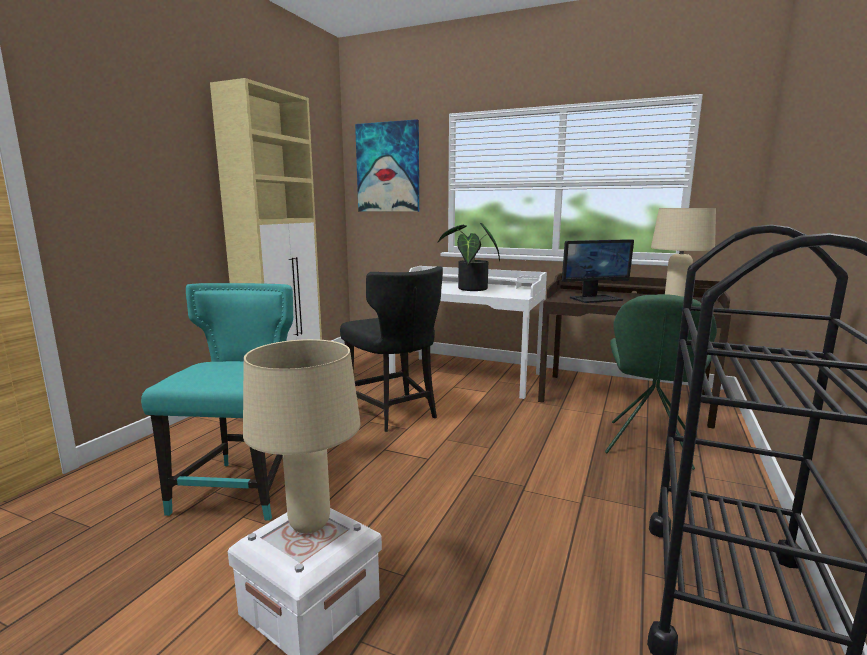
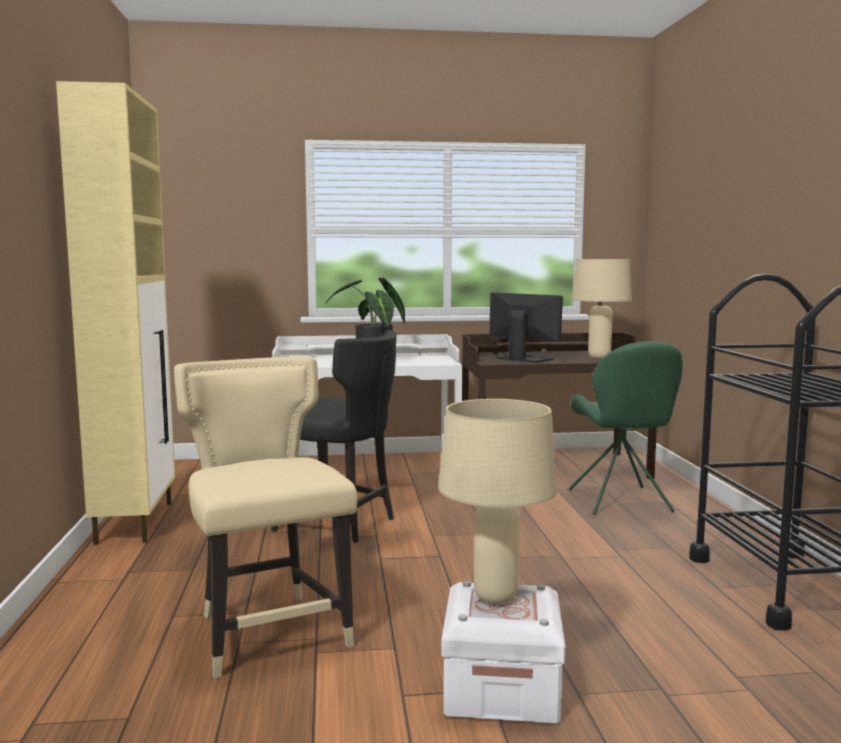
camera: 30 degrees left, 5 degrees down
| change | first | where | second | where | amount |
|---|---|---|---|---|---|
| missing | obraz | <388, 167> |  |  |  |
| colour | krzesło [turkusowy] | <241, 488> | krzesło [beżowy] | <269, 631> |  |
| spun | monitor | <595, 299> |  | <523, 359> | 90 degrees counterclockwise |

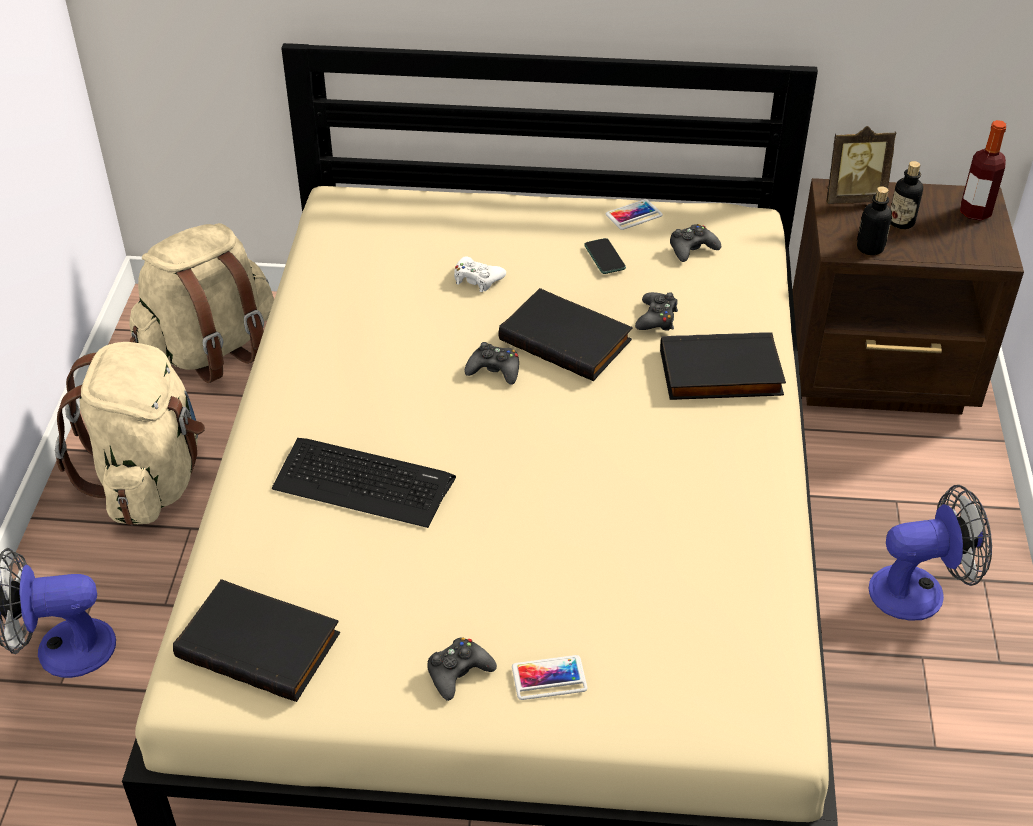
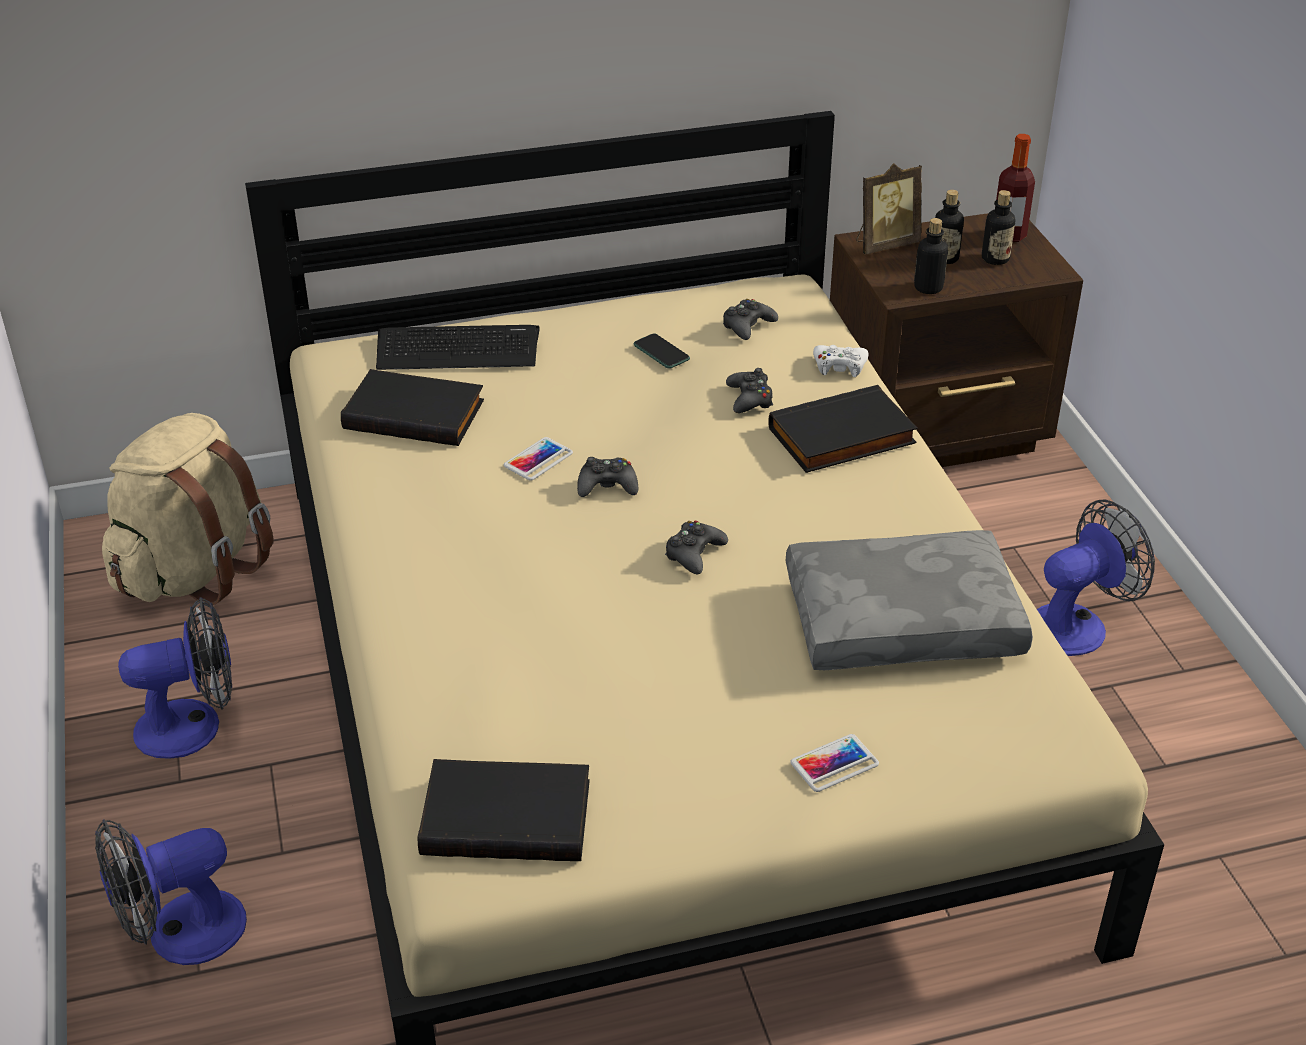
camera: 20 degrees left, 5 degrees down
| change | first | where | second | where | amount |
|---|---|---|---|---|---|
| appeared |  |  | poduszka [szary] | <903, 619> |  |
| appeared |  |  | butelka | <995, 258> |  |
| relocated | klawiatura | <363, 483> |  | <457, 349> |  |
| relocated | pad do gier [czarny] | <458, 672> |  | <694, 553> |  |
| relocated | pad do gier [biały] | <477, 279> |  | <839, 366> |  |
| relocated | książka [czarny] | <567, 339> |  | <416, 413> |  |
| relocated | telefon | <634, 215> |  | <538, 459> |  |
| exchanged | plecak [beżowy] | <149, 480> | wentylator | <193, 725> |  |

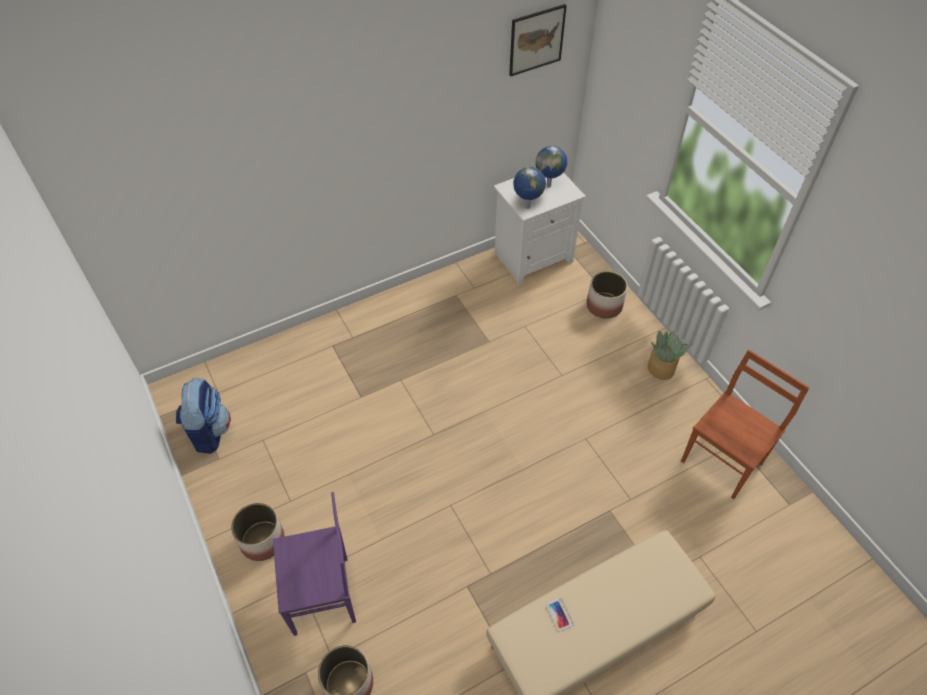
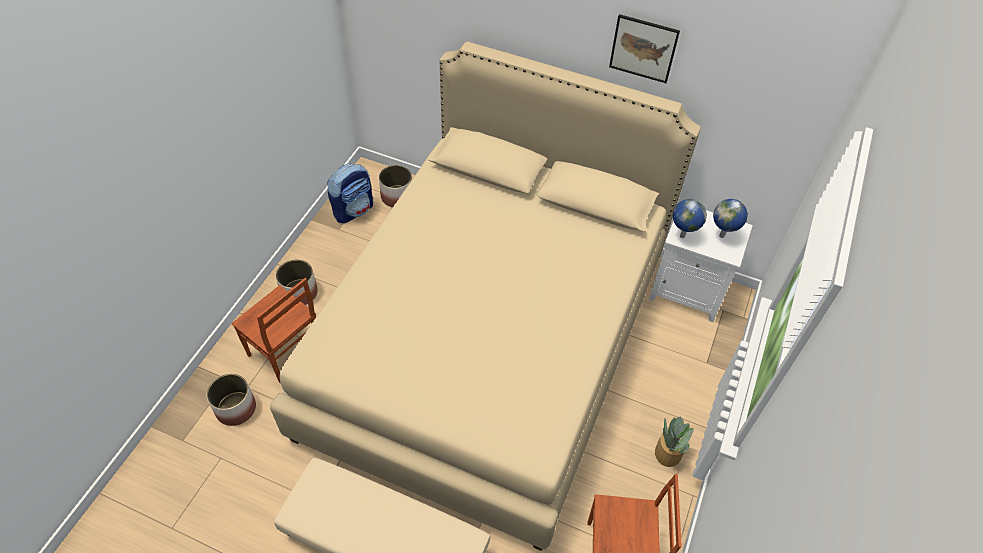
camera: 50 degrees right, 0 degrees up
| change | first | where | second | where | amount |
|---|---|---|---|---|---|
| missing | telefon | <560, 614> |  |  |  |
| appeared |  |  | łóżko [beżowy] | <488, 343> |  |
| relocated | obraz | <536, 40> |  | <643, 48> |  |
| relocated | donica | <604, 305> |  | <397, 197> |  |
| colour | krzesło [fioletowy] | <323, 596> | krzesło [brązowy] | <285, 353> |  |

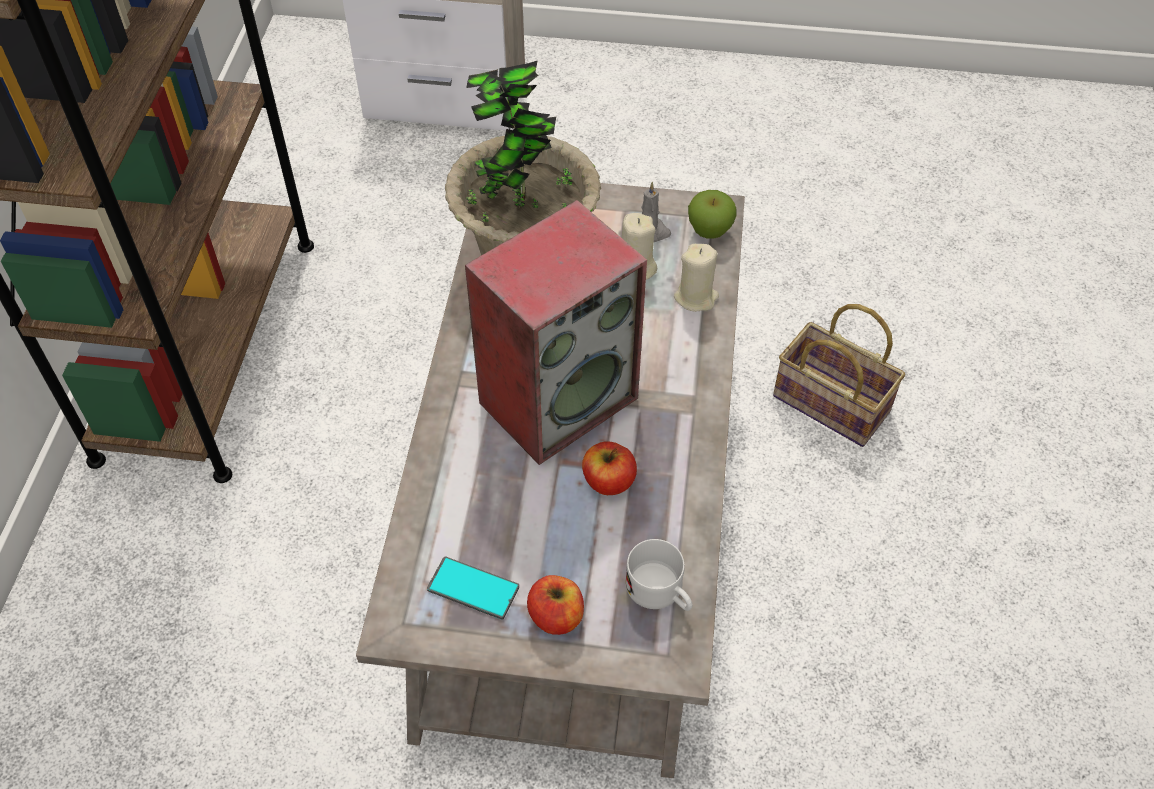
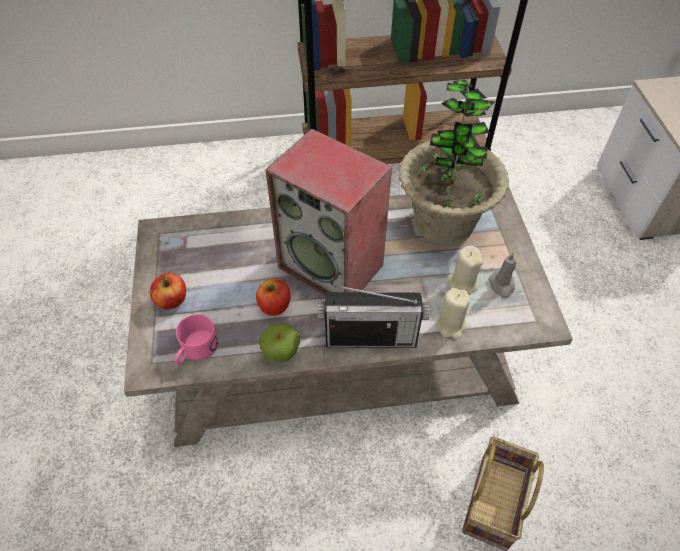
camera: 75 degrees right, 0 degrees up
| change | first | where | second | where | amount |
|---|---|---|---|---|---|
| missing | telefon | <473, 588> |  |  |  |
| appeared |  |  | radio | <370, 337> |  |
| relocated | jabłko | <709, 231> |  | <281, 353> |  |
| colour | kubek [biały] | <661, 593> | kubek [różowy] | <196, 350> |  |

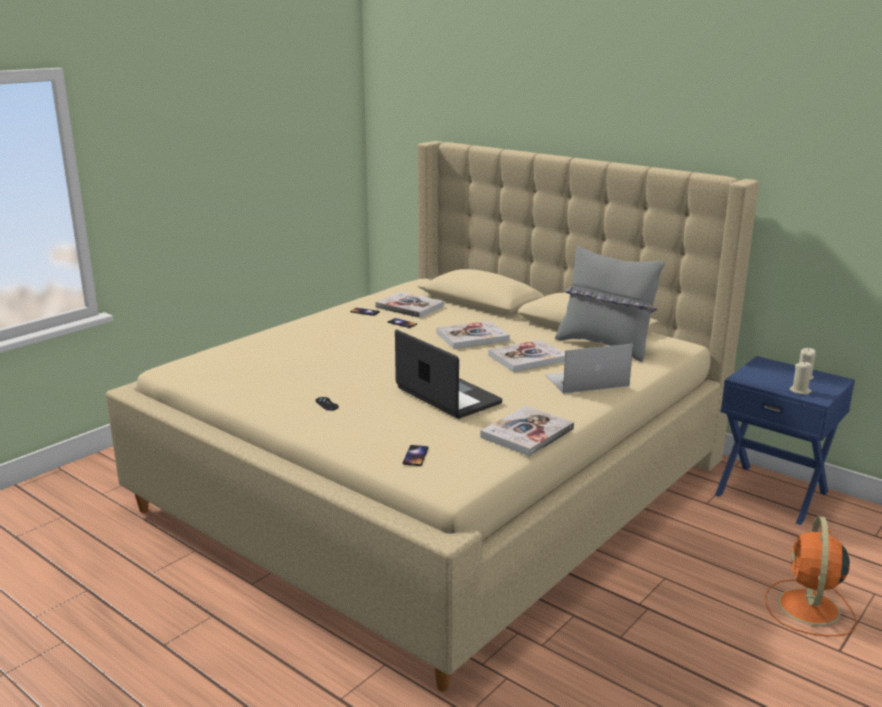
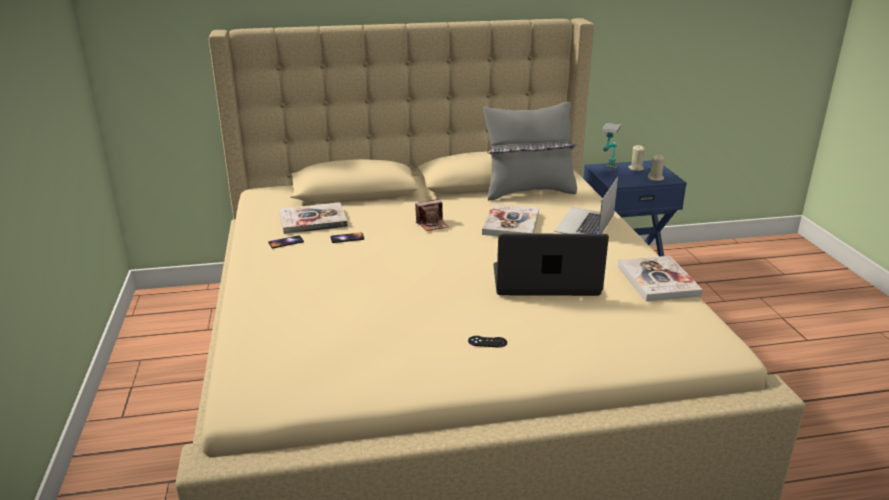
camera: 50 degrees left, 5 degrees up
| change | first | where | second | where | amount |
|---|---|---|---|---|---|
| missing | telefon | <415, 456> |  |  |  |
| missing | wentylator [pomarańczowy] | <809, 609> |  |  |  |
| appeared |  |  | lampa stołowa | <608, 172> |  |
| exchanged | książka | <472, 337> | aparat fotograficzny | <432, 224> |  |

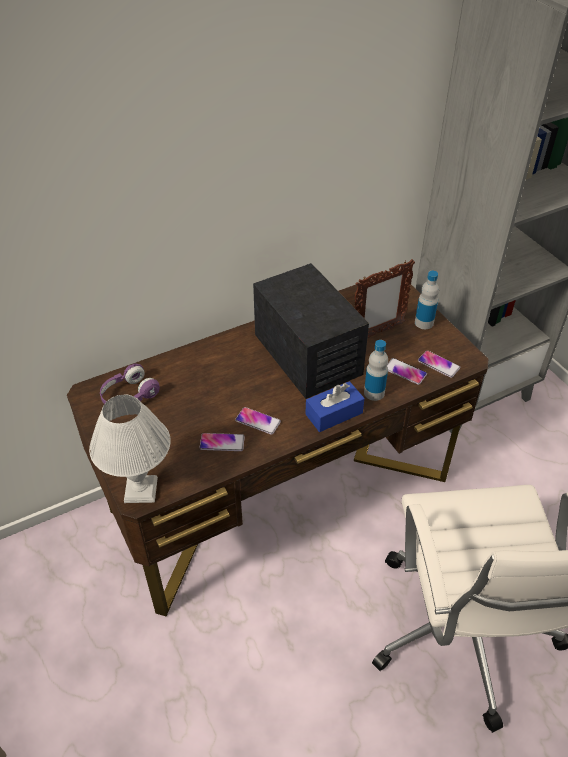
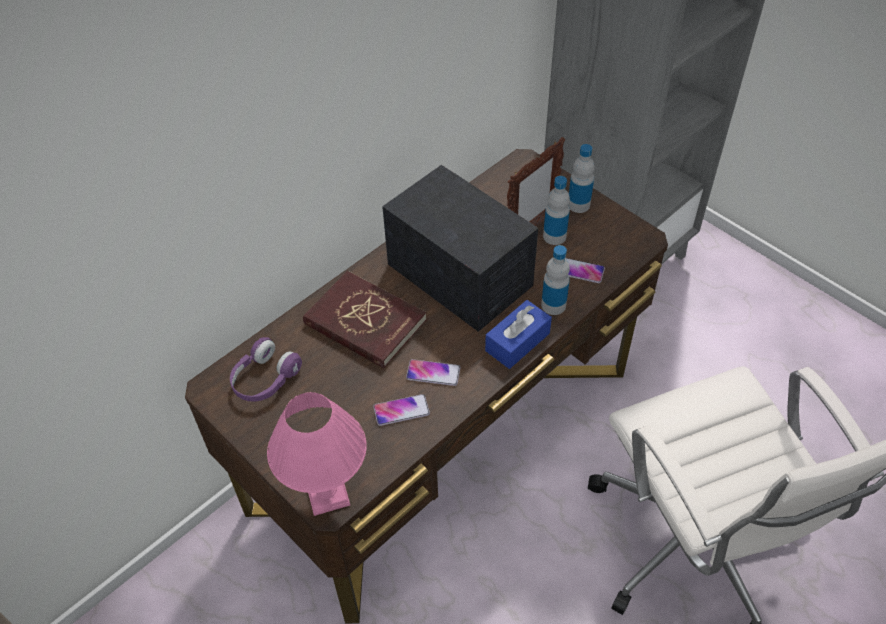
camera: 15 degrees left, 5 degrees up
| change | first | where | second | where | amount |
|---|---|---|---|---|---|
| missing | telefon | <438, 364> |  |  |  |
| appeared |  |  | książka [czerwony] | <365, 323> |  |
| appeared |  |  | butelka | <554, 236> |  |
| colour | lampa stołowa [biały] | <142, 489> | lampa stołowa [różowy] | <329, 493> |  |

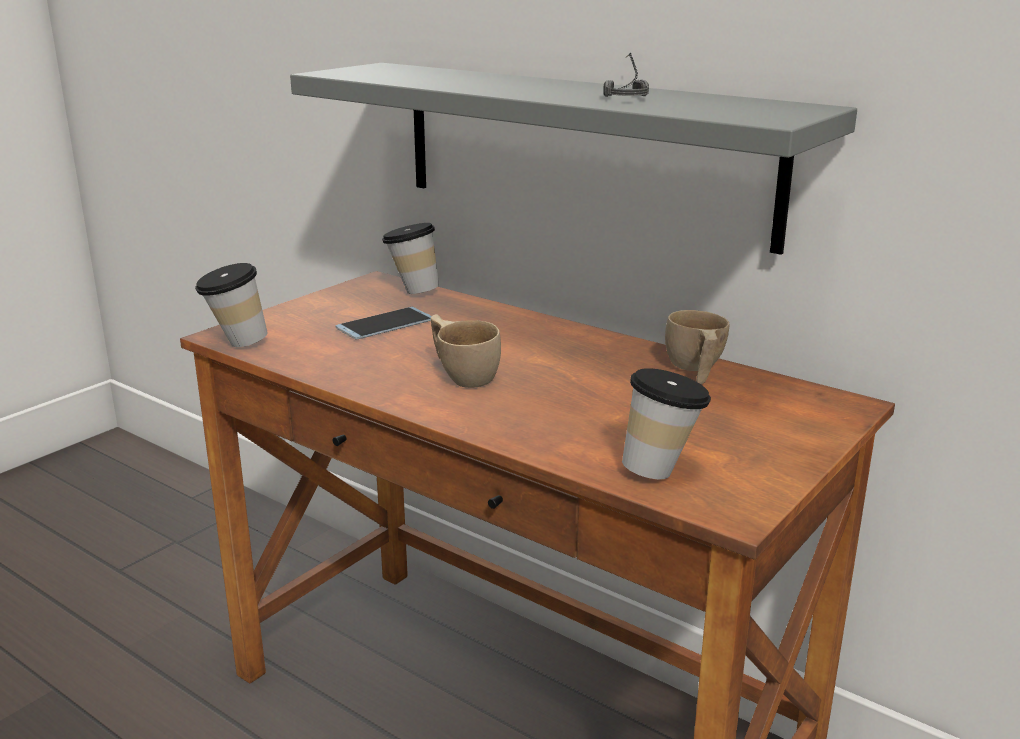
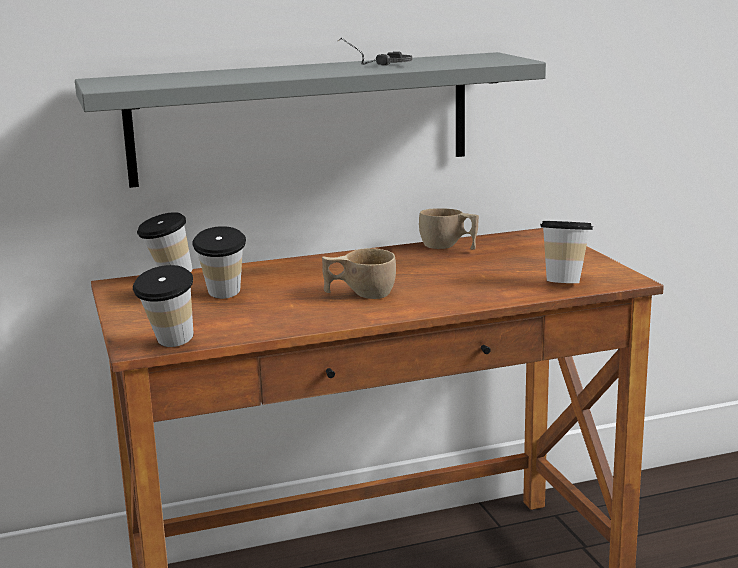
camera: 55 degrees left, 5 degrees down
| change | first | where | second | where | amount |
|---|---|---|---|---|---|
| exchanged | telefon | <385, 324> | filiżanka | <223, 297> |  |

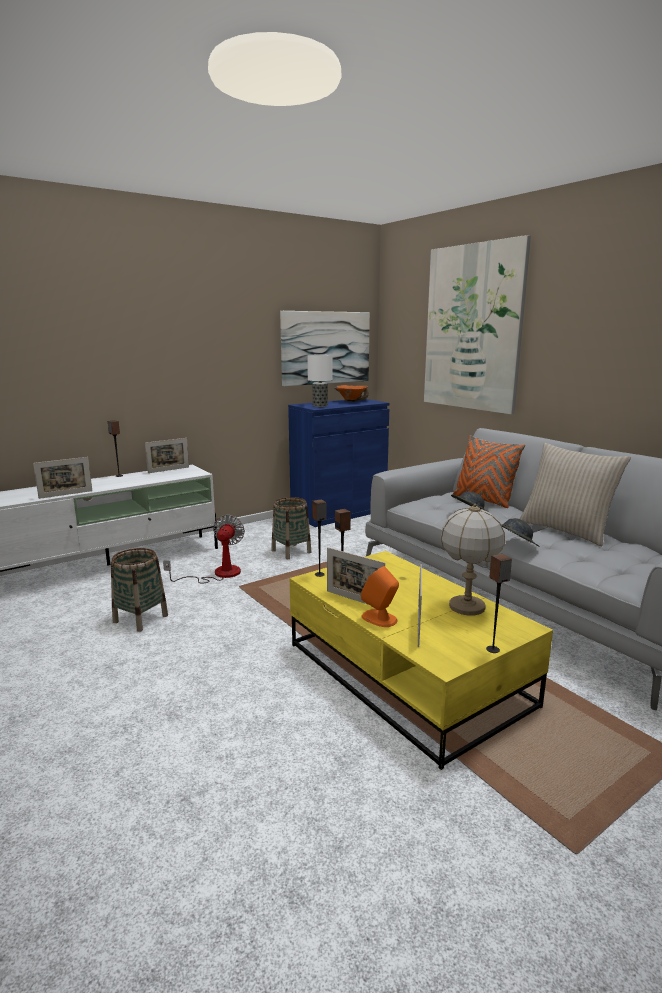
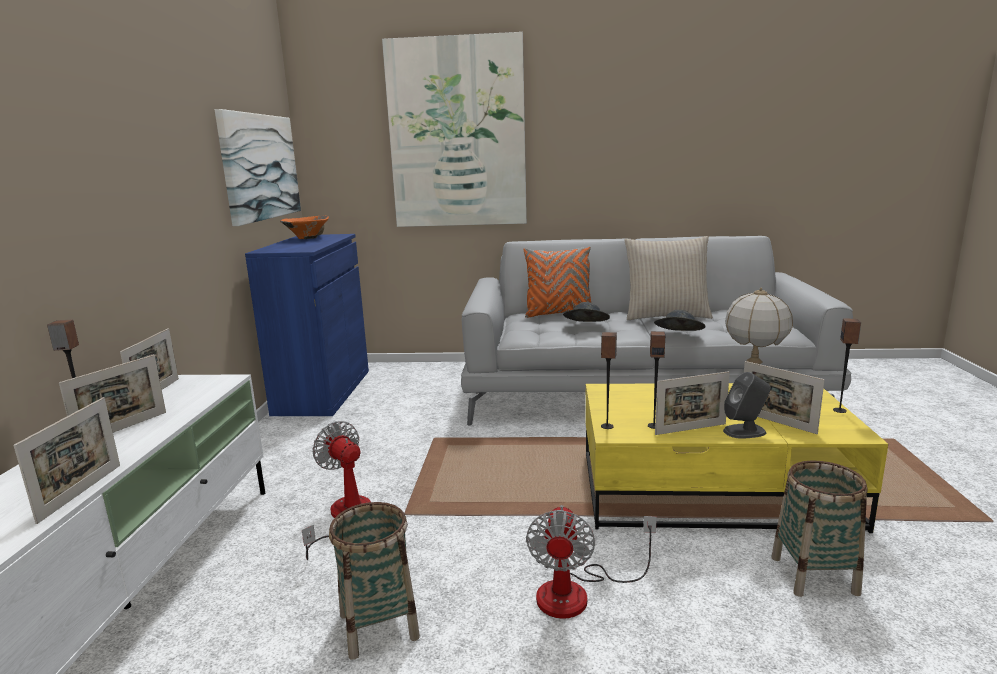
camera: 50 degrees left, 0 degrees up
| change | first | where | second | where | amount |
|---|---|---|---|---|---|
| missing | lampa stołowa | <320, 406> |  |  |  |
| appeared |  |  | ramka na zdjęcie | <123, 428> |  |
| appeared |  |  | wentylator | <578, 593> |  |
| relocated | koszyk | <291, 551> |  | <814, 575> |  |
| colour | głośnik [pomarańczowy] | <379, 618> | głośnik [szary] | <745, 431> |  |

